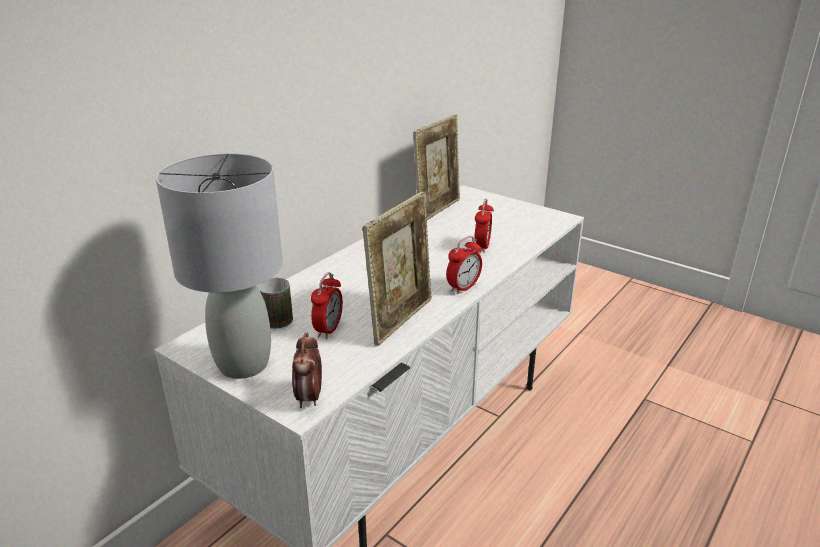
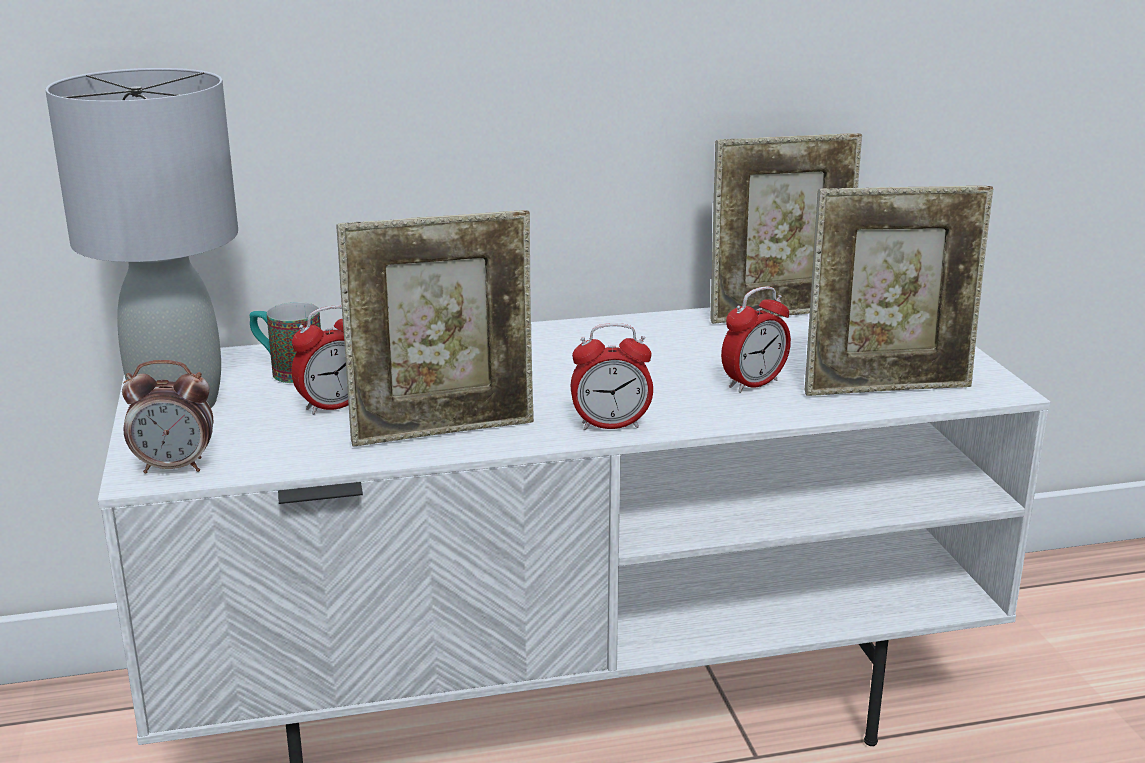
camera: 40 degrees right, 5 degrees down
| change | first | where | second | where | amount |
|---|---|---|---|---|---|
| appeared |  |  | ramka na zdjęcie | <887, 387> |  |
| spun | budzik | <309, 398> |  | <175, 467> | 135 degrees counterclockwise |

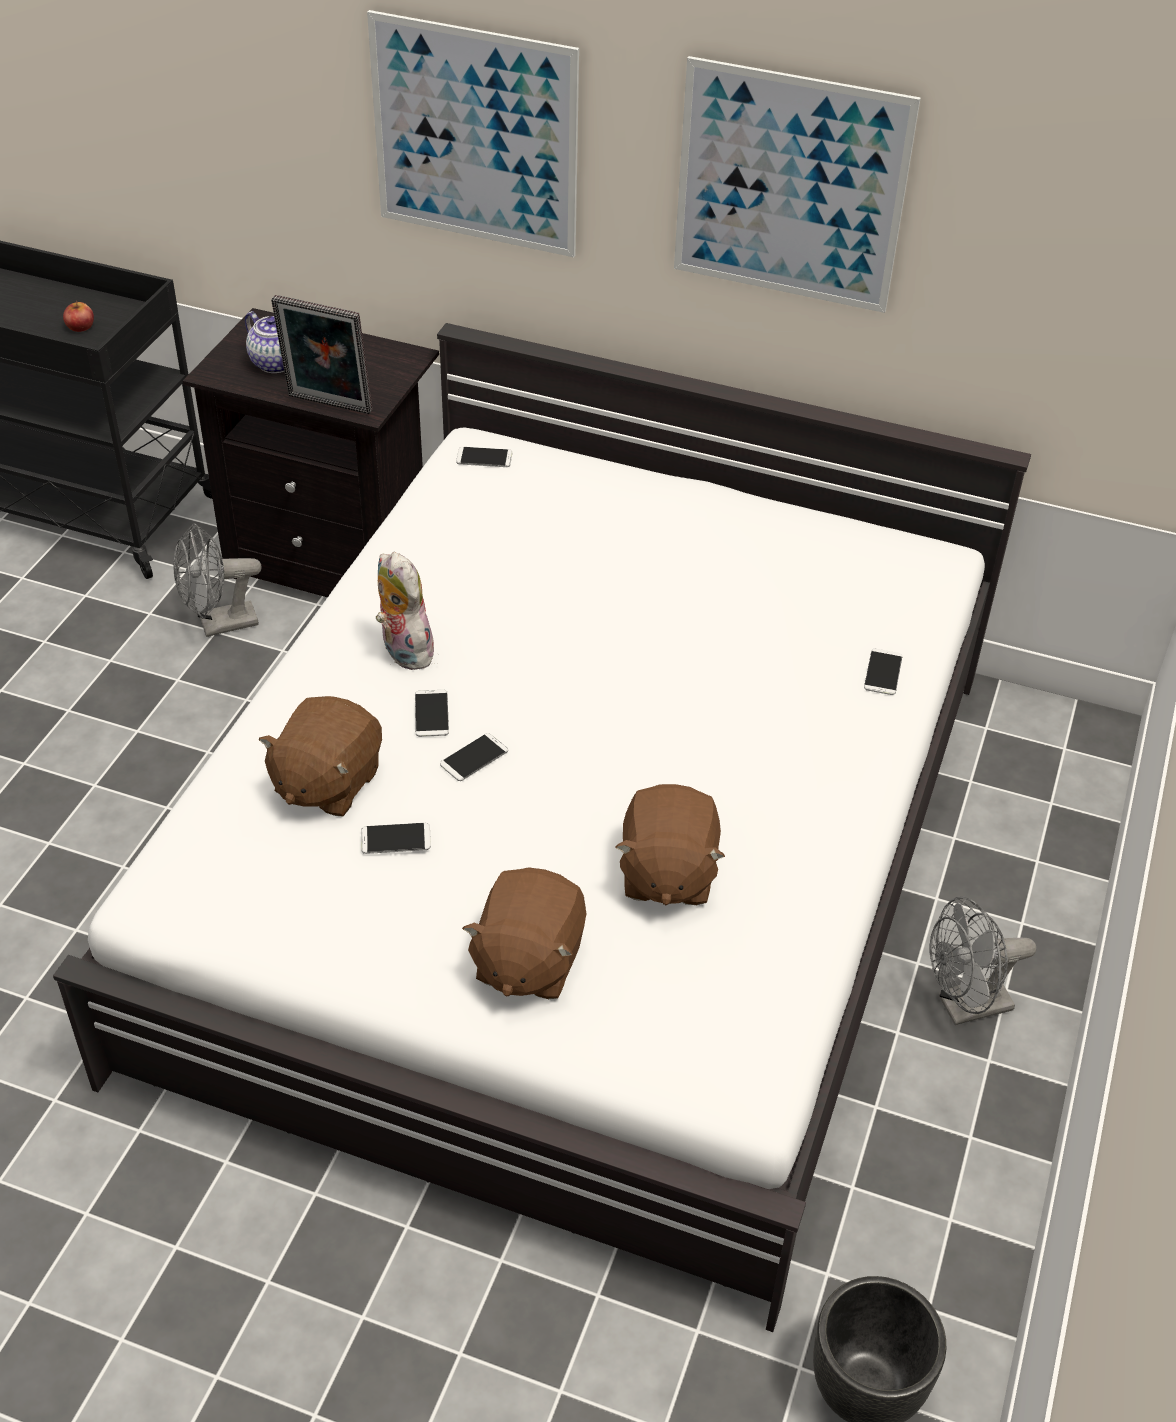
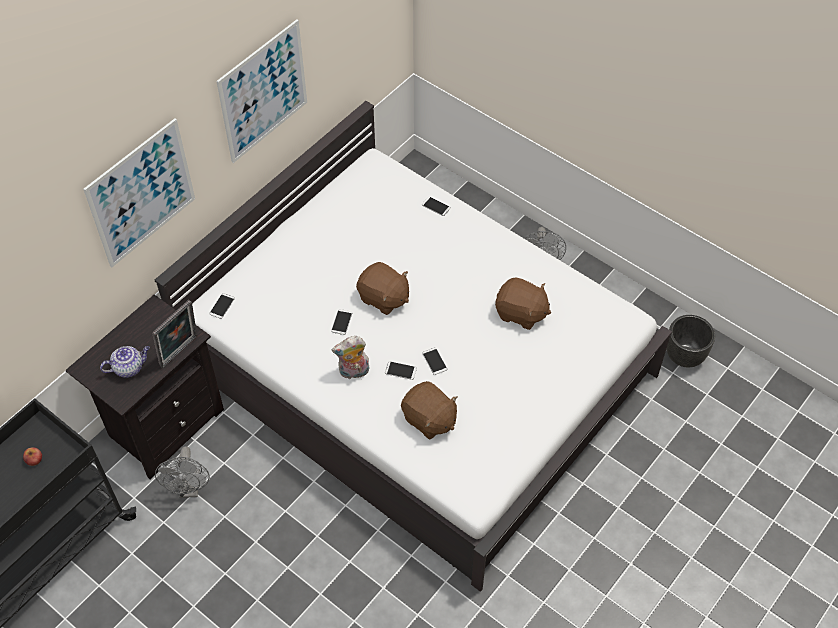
camera: 70 degrees left, 10 degrees up
| change | first | where | second | where | amount |
|---|---|---|---|---|---|
| relocated | telefon | <396, 839> |  | <341, 322> |  |
| relocated | pluszak [brązowy] | <527, 961> |  | <383, 298> |  |

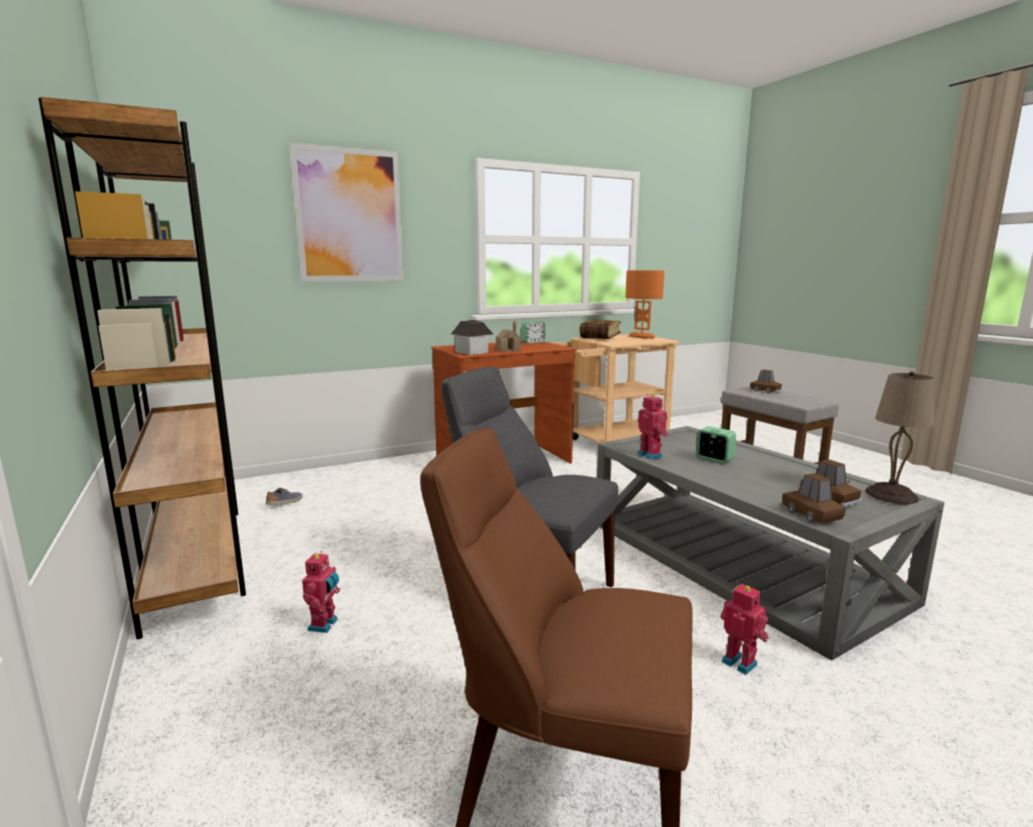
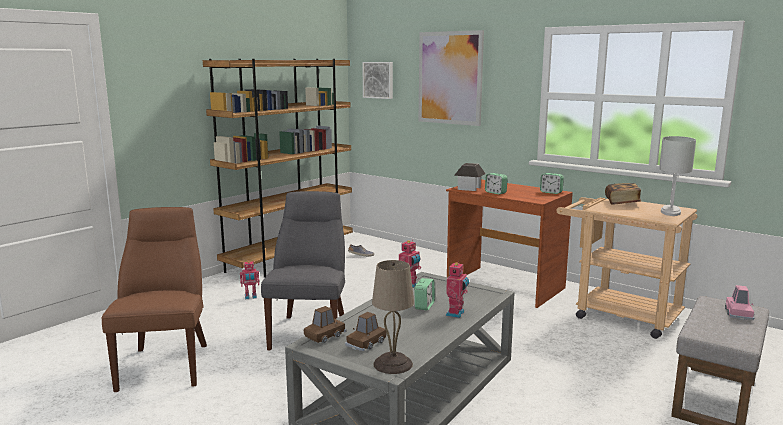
camera: 65 degrees right, 0 degrees up
| change | first | where | second | where | amount |
|---|---|---|---|---|---|
| appeared |  |  | obraz | <378, 80> |  |
| relocated | robot zabawkowy | <740, 662> |  | <456, 314> |  |
| exchanged | domek | <508, 350> | budzik | <495, 192> |  |
| colour | lampa stołowa [pomarańczowy] | <641, 337> | lampa stołowa [biały] | <670, 212> |  |
| colour | samochodzik [brązowy] | <765, 391> | samochodzik [różowy] | <738, 313> |  |

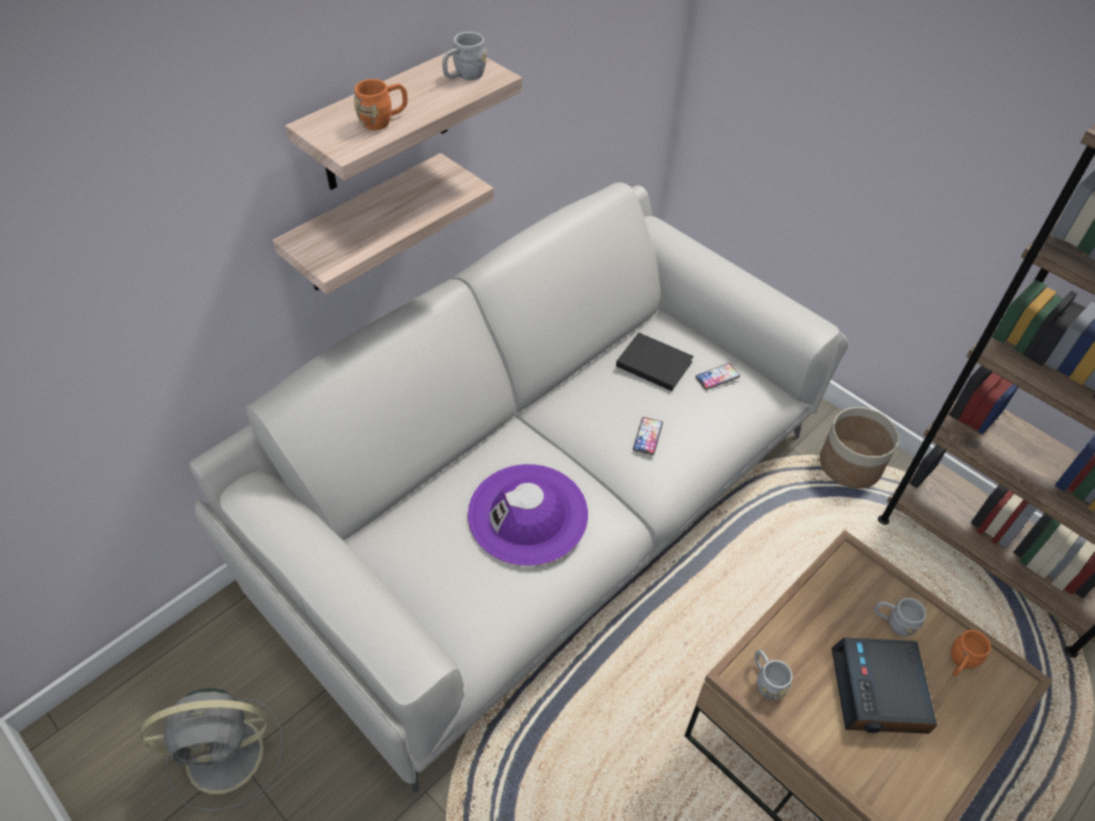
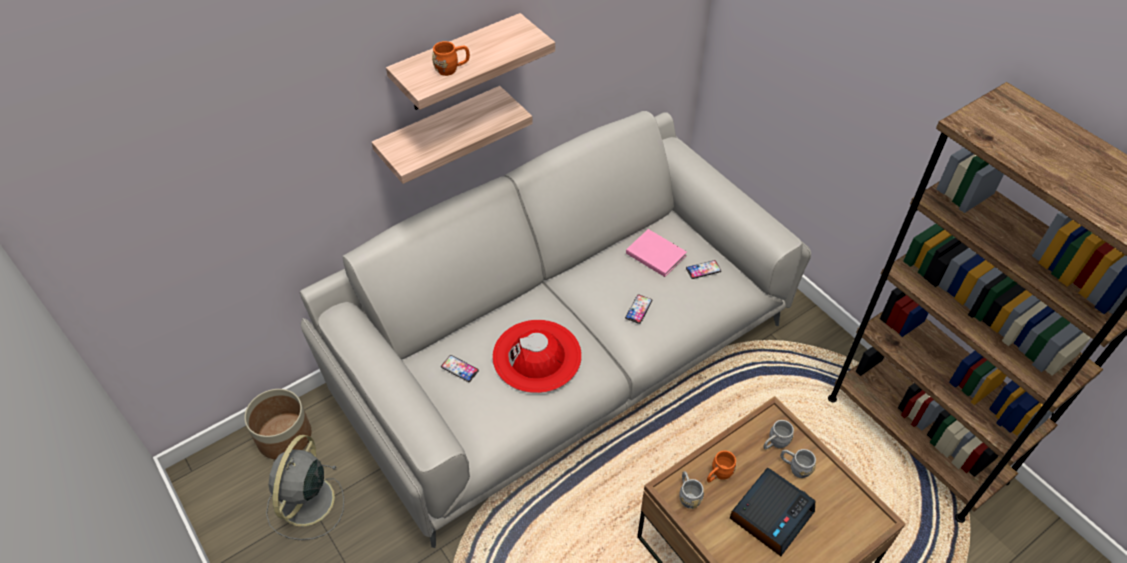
camera: 10 degrees right, 0 degrees up
| change | first | where | second | where | amount |
|---|---|---|---|---|---|
| appeared |  |  | telefon | <459, 369> |  |
| relocated | kubek [szary] | <464, 76> |  | <774, 443> |  |
| relocated | donica | <850, 464> |  | <284, 436> |  |
| relocated | kubek [pomarańczowy] | <959, 663> |  | <718, 475> |  |
| colour | kapelusz [fioletowy] | <528, 514> | kapelusz [czerwony] | <537, 356> |  |
| colour | książka [czarny] | <653, 362> | książka [różowy] | <655, 253> |  |
| spun | wentylator [szary] | <229, 754> |  | <306, 503> | 105 degrees clockwise |
| spun | budzik | <880, 692> |  | <771, 514> | 150 degrees counterclockwise |

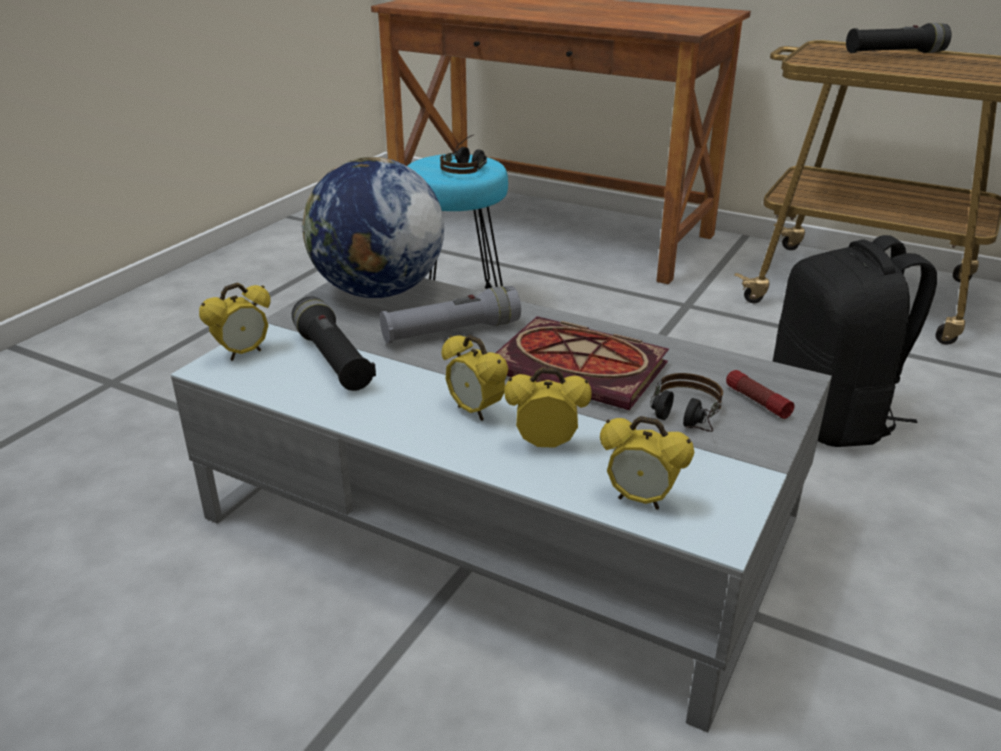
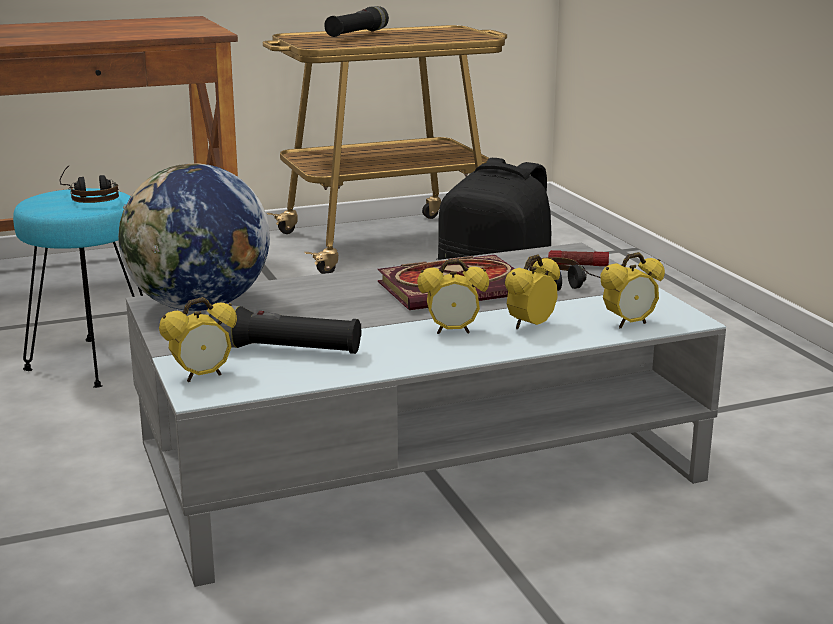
camera: 50 degrees left, 10 degrees down
| change | first | where | second | where | amount |
|---|---|---|---|---|---|
| missing | latarka [szary] | <451, 332> |  |  |  |
| spun | budzik | <243, 353> |  | <202, 376> | 60 degrees clockwise |

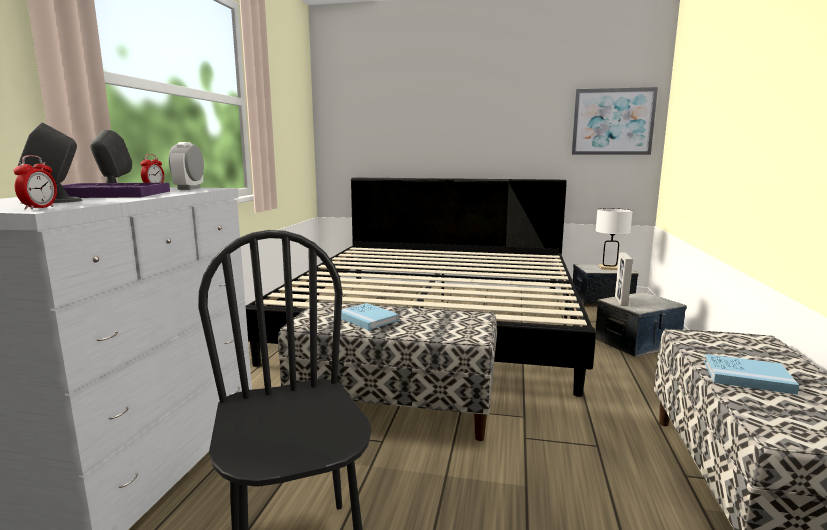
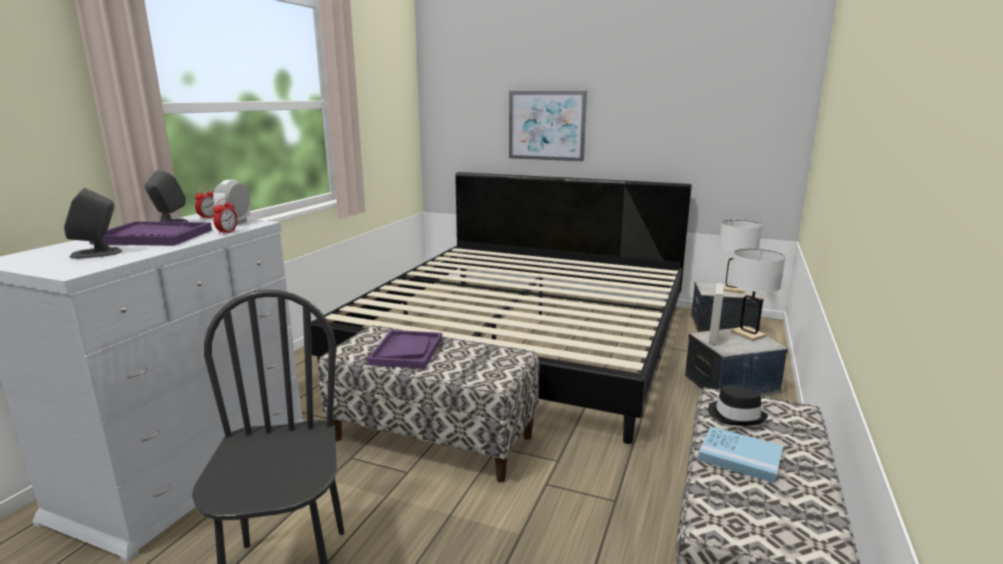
camera: 10 degrees right, 5 degrees up
| change | first | where | second | where | amount |
|---|---|---|---|---|---|
| appeared |  |  | kapelusz [czarny] | <736, 415> |  |
| appeared |  |  | lampa stołowa [biały] | <748, 334> |  |
| relocated | budzik | <39, 208> |  | <227, 232> |  |
| relocated | obraz | <613, 122> |  | <546, 125> |  |
| exchanged | książka [niebieski] | <367, 319> | taca [fioletowy] | <406, 351> |  |

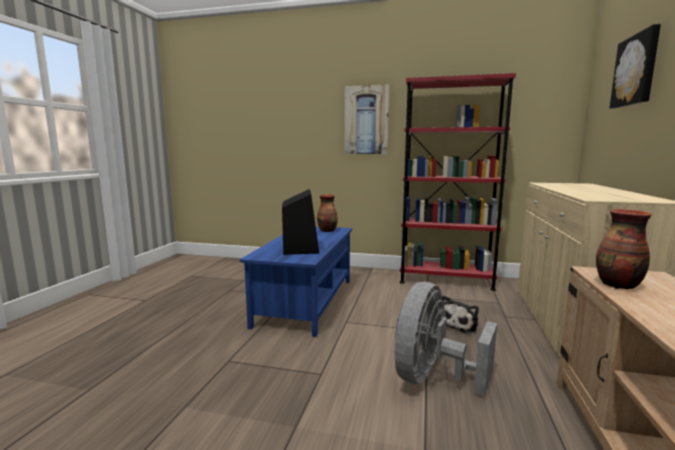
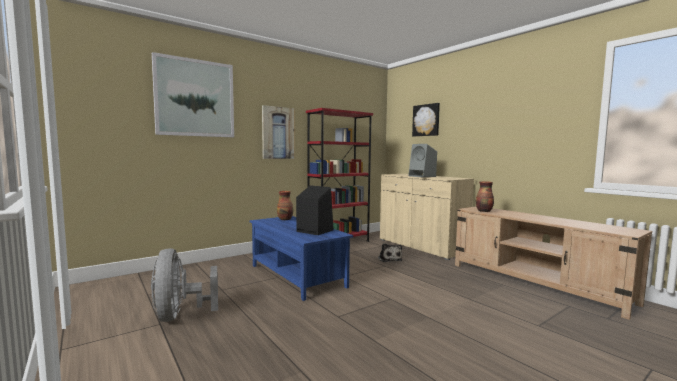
camera: 50 degrees left, 5 degrees down
| change | first | where | second | where | amount |
|---|---|---|---|---|---|
| appeared |  |  | obraz | <195, 98> |  |
| appeared |  |  | głośnik [szary] | <422, 176> |  |
| relocated | wentylator [szary] | <432, 378> |  | <180, 315> |  |

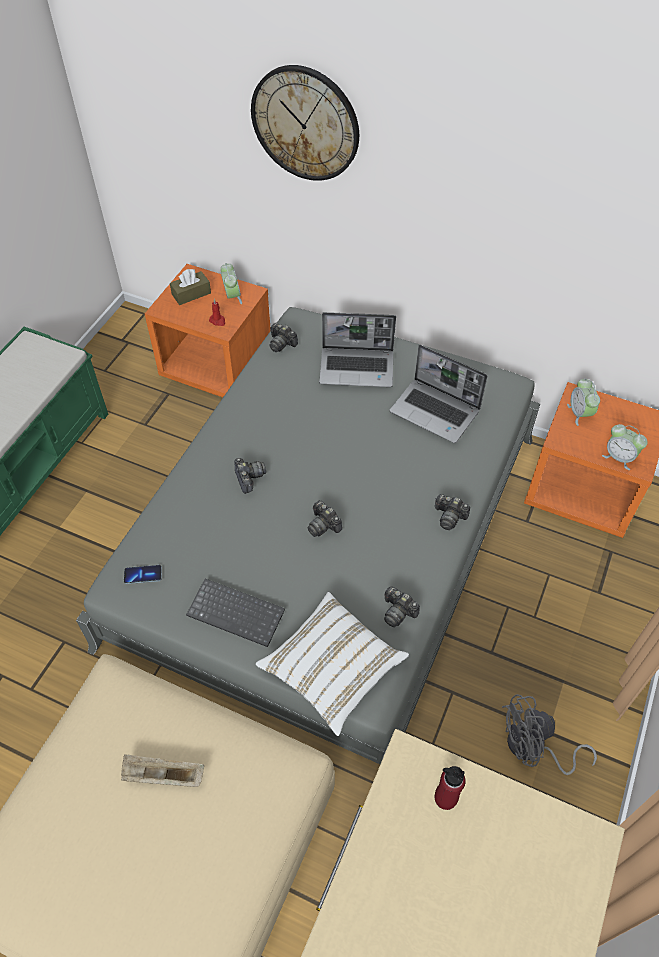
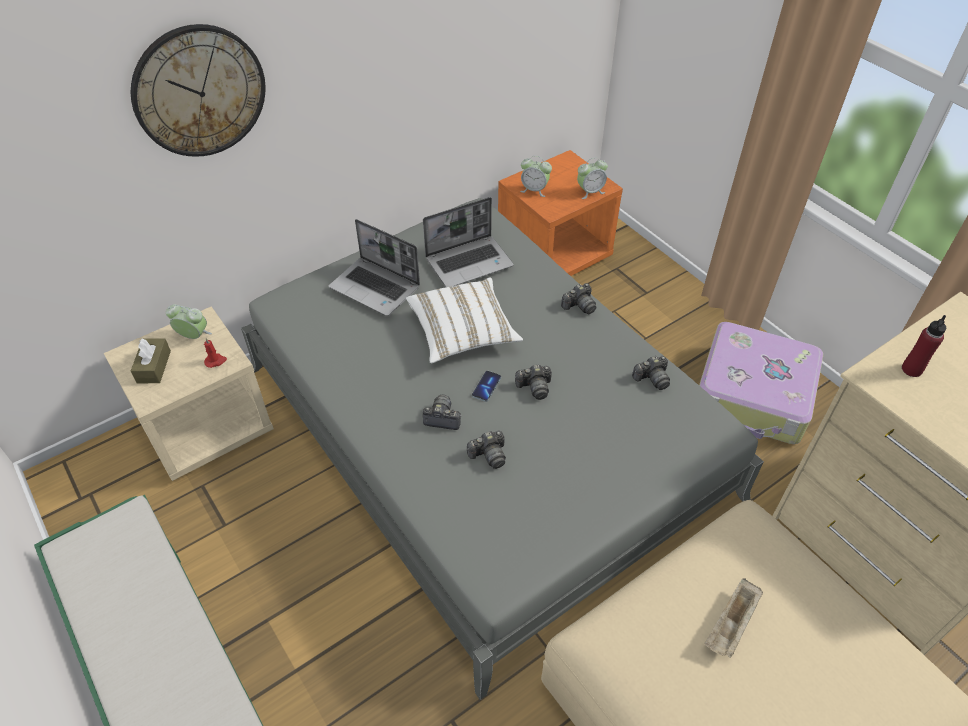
camera: 60 degrees left, 5 degrees down
| change | first | where | second | where | amount |
|---|---|---|---|---|---|
| missing | klawiatura | <237, 612> |  |  |  |
| relocated | telefon | <143, 575> |  | <486, 387> |  |
| relocated | poduszka [biały] | <332, 669> |  | <462, 332> |  |
| relocated | aparat fotograficzny | <281, 343> |  | <489, 455> |  |
| exchanged | wentylator [szary] | <533, 748> | walizka | <753, 395> |  |
| colour | szafka nocna [pomarańczowy] | <217, 366> | szafka nocna [beżowy] | <207, 427> |  |
| spun | laptop | <357, 368> |  | <376, 287> | 90 degrees clockwise |

